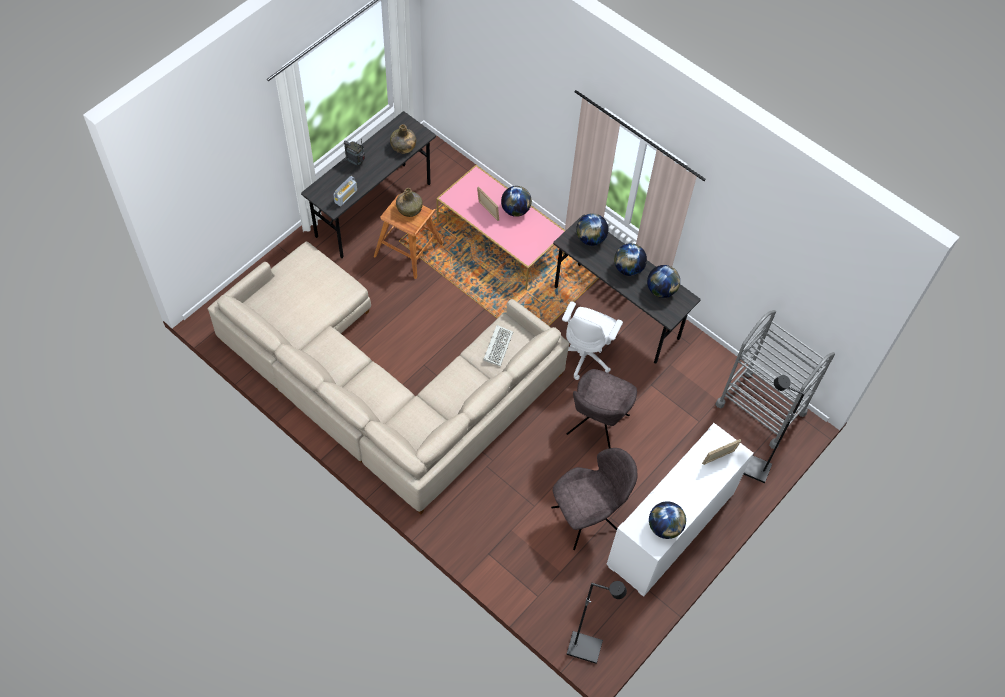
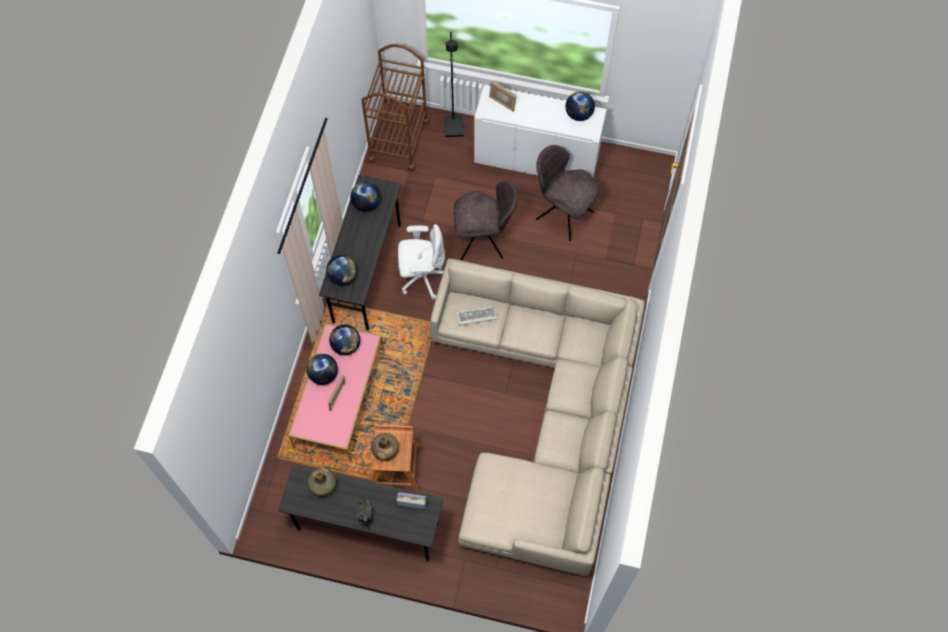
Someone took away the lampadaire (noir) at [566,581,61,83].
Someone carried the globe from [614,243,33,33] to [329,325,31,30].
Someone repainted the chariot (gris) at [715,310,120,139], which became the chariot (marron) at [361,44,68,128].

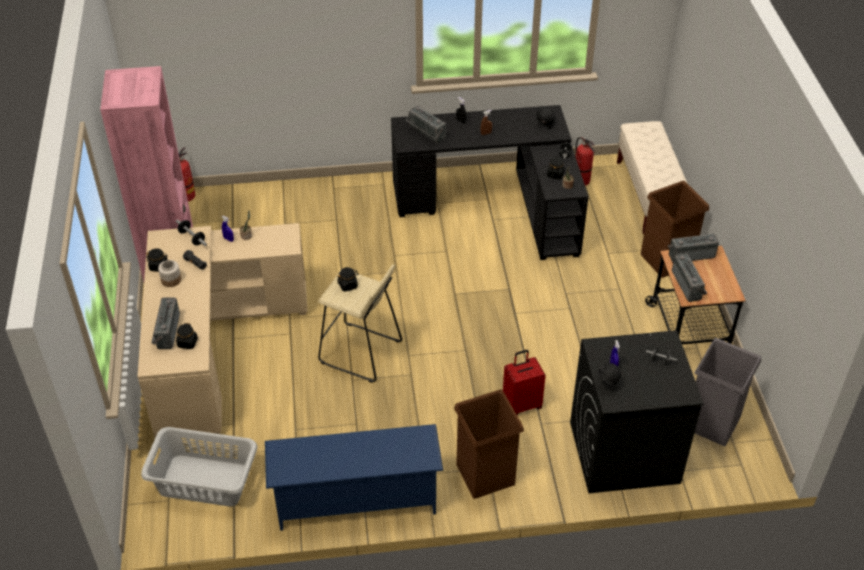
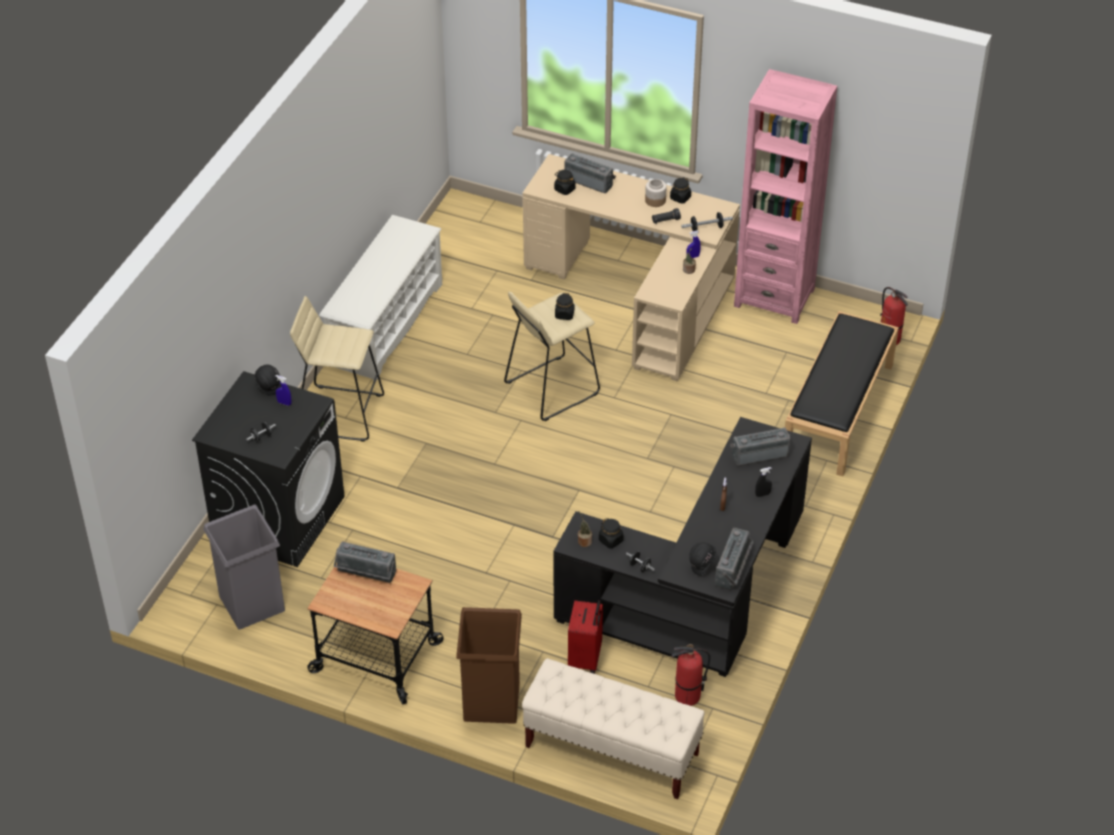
Someone took away the panier à linge (gris) at [141,427,116,79].
Someone repainted the étagère à chaussures (bleu) at [265,424,178,107], which became the étagère à chaussures (blanc) at [319,215,123,166].
Someone swapped the poubelle (marron) at [454,389,70,110] for the tabouret (beige) at [290,296,94,145].
Someone carried the valise (rouge) from [503,350,43,65] to [568,600,35,74].
Someone carried the radio from [668,233,51,29] to [715,528,39,62].
Someone put down the banc (noir) at [785,311,114,165].

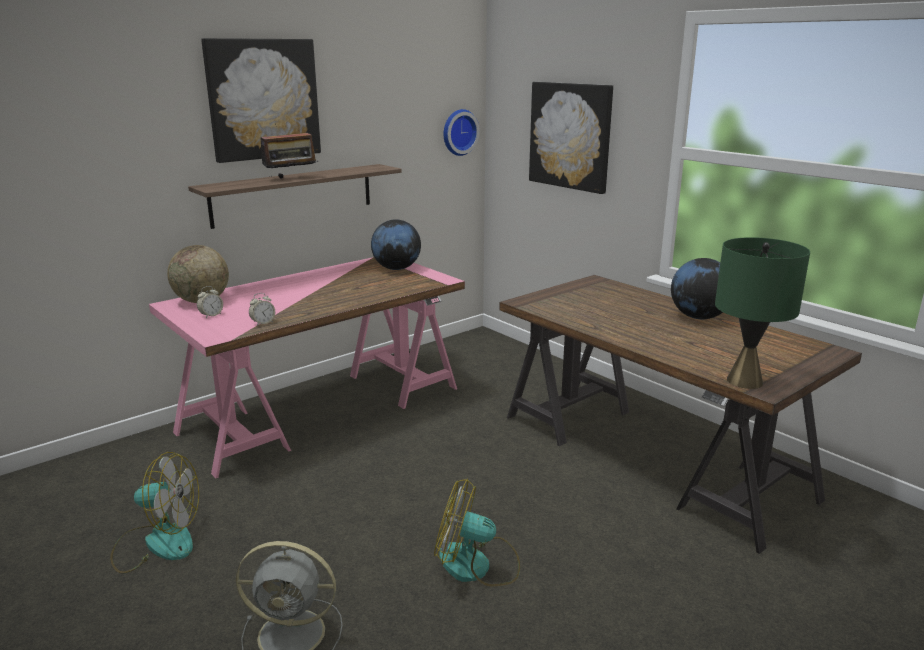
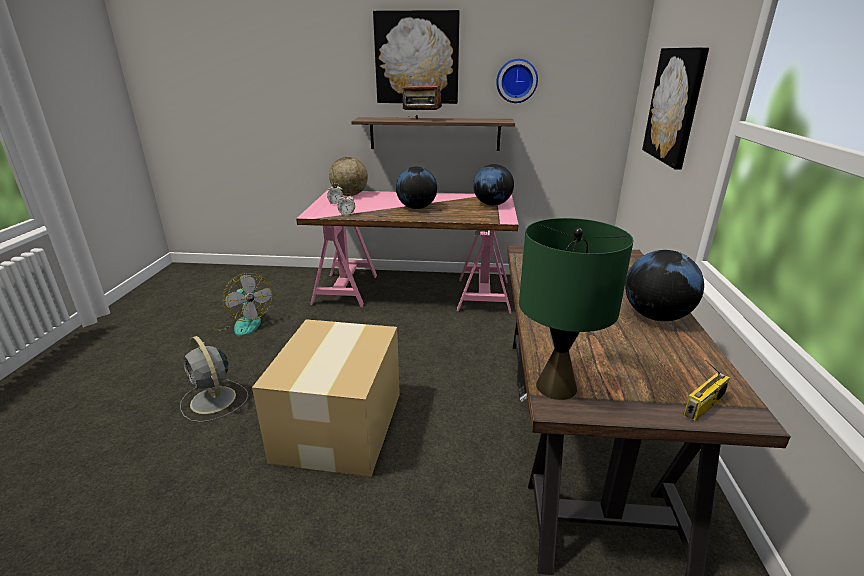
Someone swapped the ventilateur at [434,479,86,108] for the carton at [252,319,148,158].
Someone carried the horloge murale from [444,109,36,47] to [496,59,42,44].
Someone put down the globe at [396,167,41,42].
Someone put down the radio at [683,360,47,61].

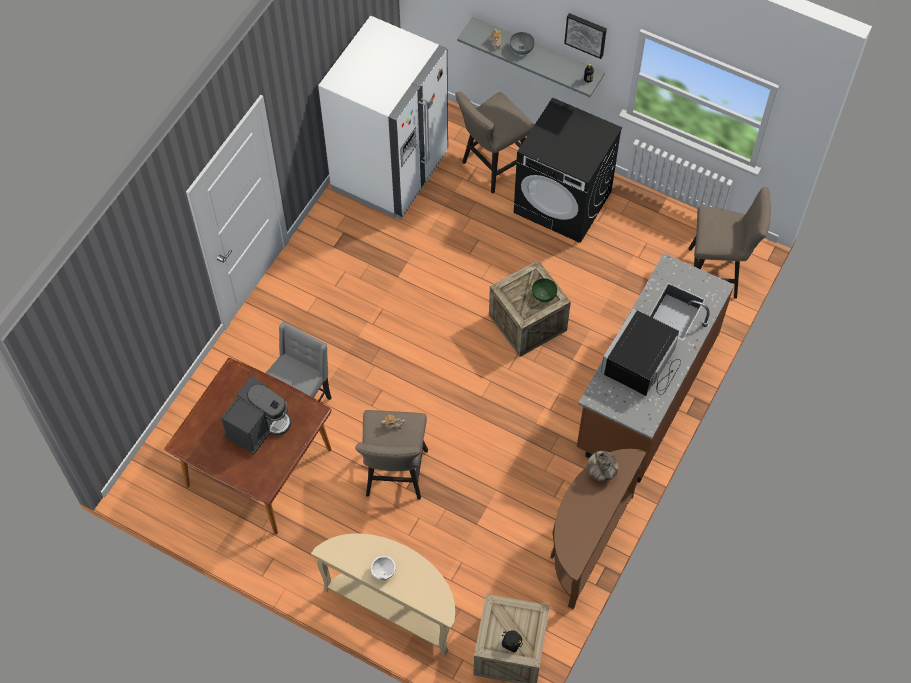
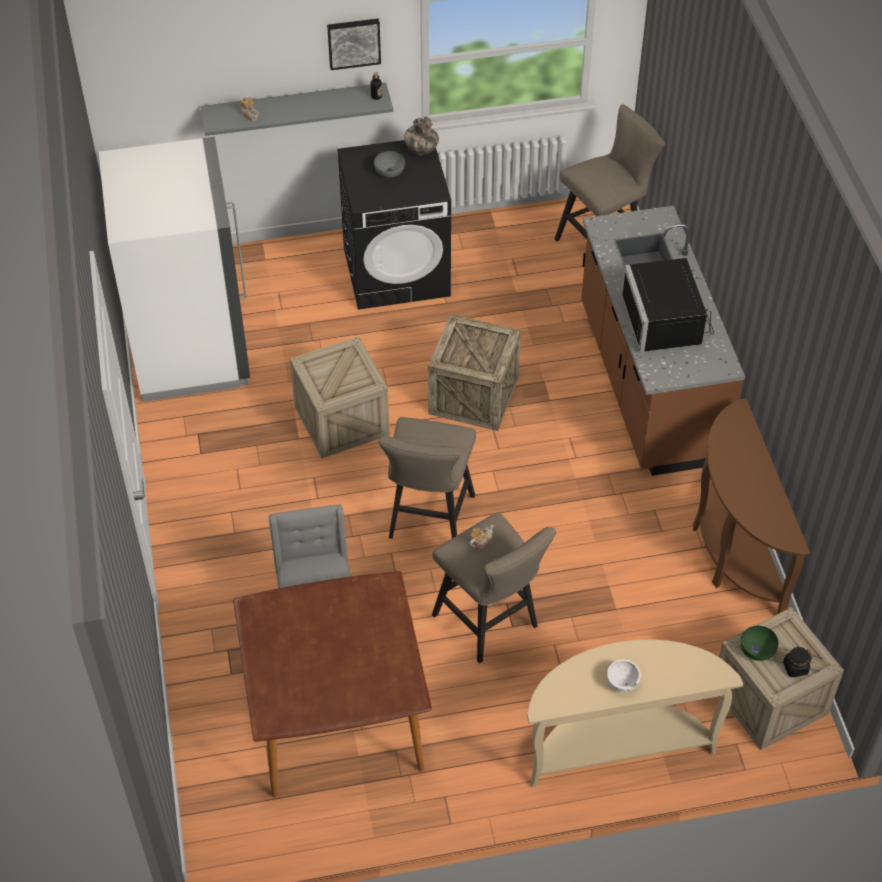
Someone took away the machine à café at [221,376,70,79].
Someone carried the tabouret (beige) from [455,91,79,103] to [378,417,98,122].
Someone carried the bol (gris) from [510,32,24,23] to [374,151,31,27].
Someone carried the bol (vert) from [532,278,25,24] to [741,626,37,35].
Someone carried the vase from [587,451,32,31] to [404,117,35,39].
Someone put down the caisse at [290,336,100,123].

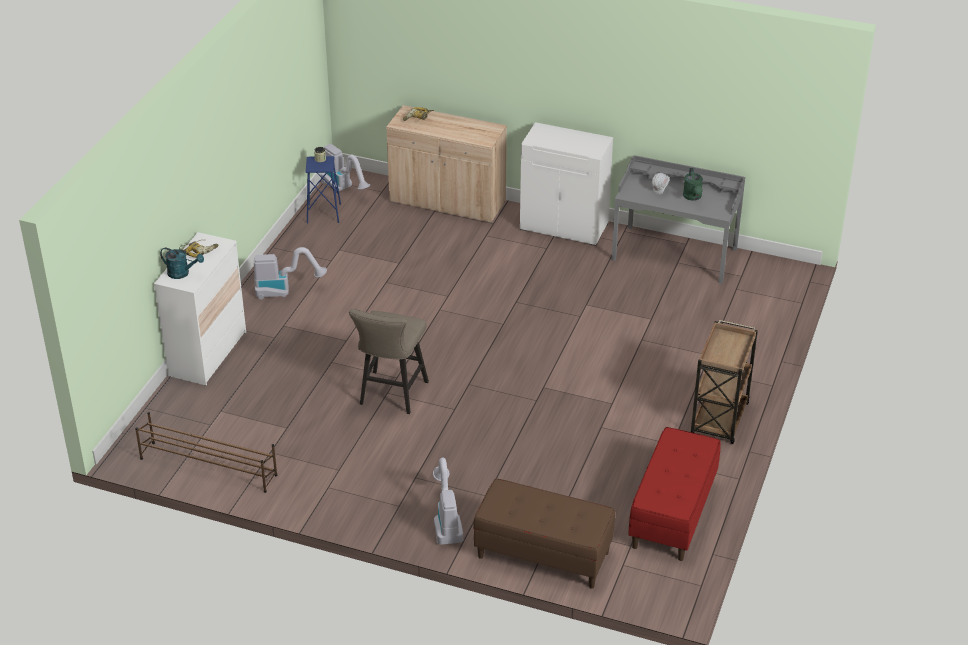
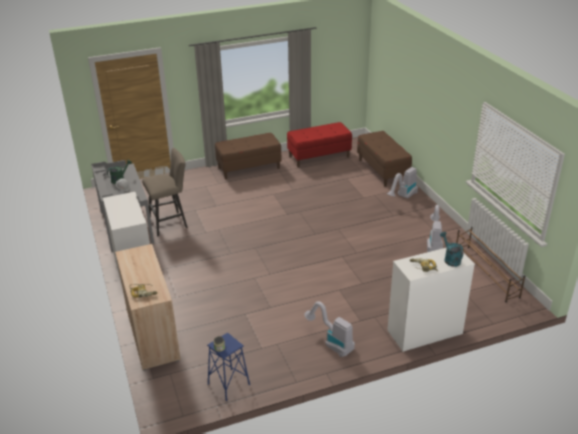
Someone carried the aspirateur from [321,144,49,47] to [427,205,16,47].
Someone carried the tabouret (beige) from [349,308,80,106] to [142,148,46,89].
Someone swapped the chariot (marron) at [691,320,67,124] for the banc (marron) at [215,133,67,46].

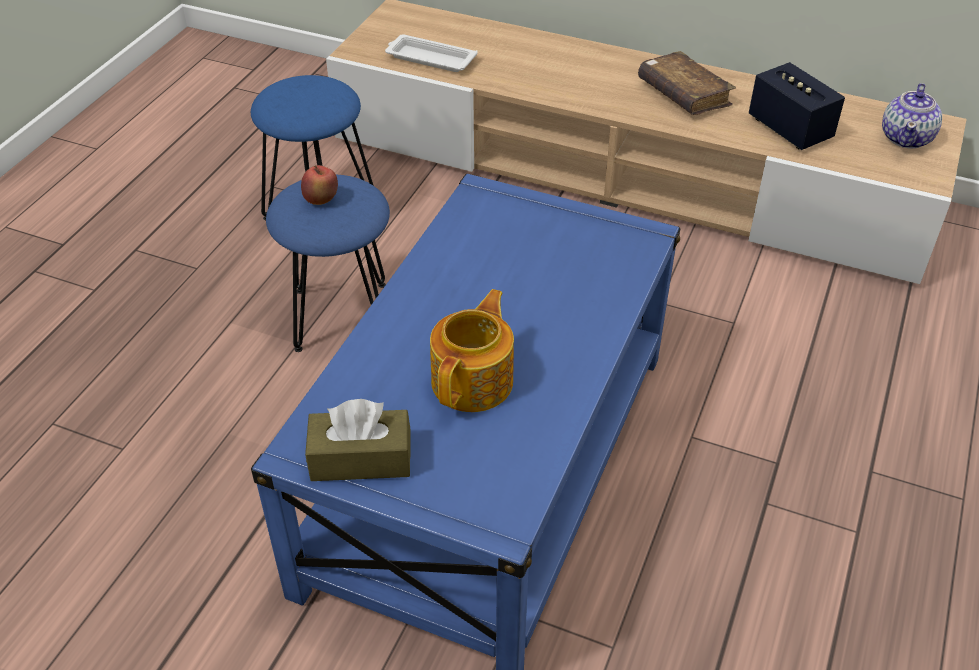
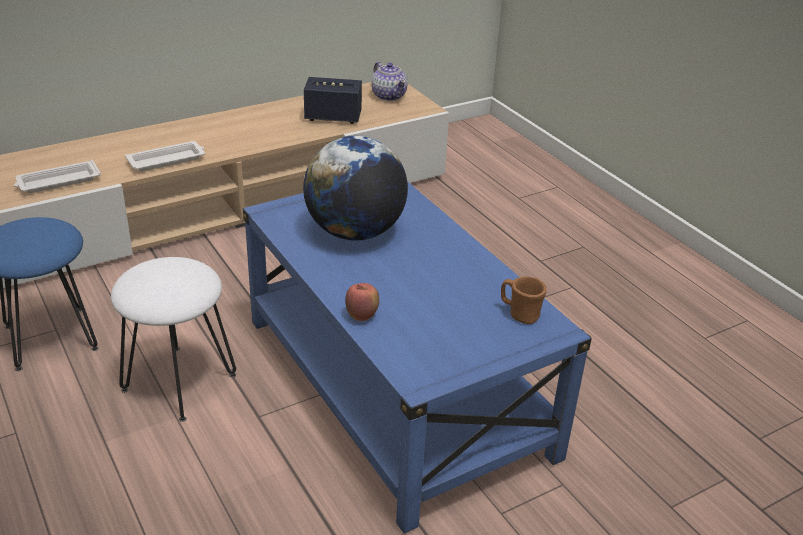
Someone repainted the tabouret (bleu) at [266,175,124,177], which became the tabouret (blanc) at [111,257,125,165].
Someone carried the pomme from [301,165,37,40] to [345,283,34,38].
Someone took away the boîte à mouchoirs (marron) at [305,399,106,82].
Someone took away the théière at [430,289,84,123].
Someone took away the livre (marron) at [638,51,98,64].
Someone put down the plateau (blanc) at [125,141,80,30].
Someone put down the globe at [303,136,105,105].
Someone put down the mug (marron) at [501,276,45,48].

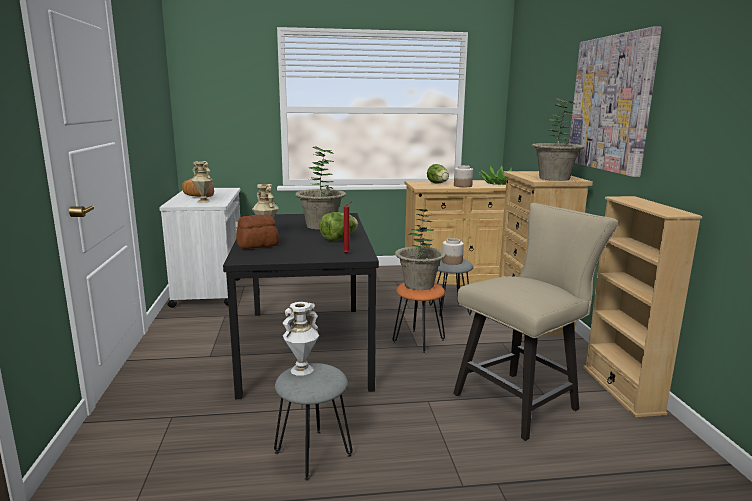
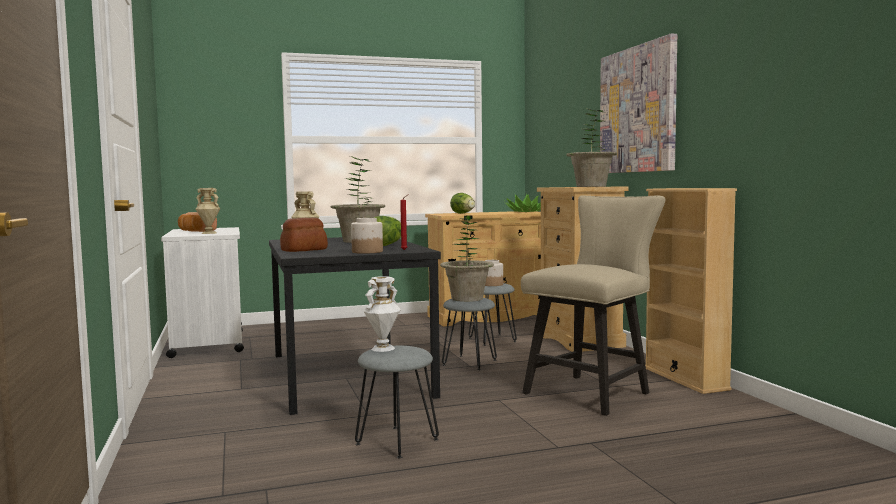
Someone repainted the tabouret (orange) at [393,283,52,70], which became the tabouret (gris) at [442,298,55,72].
Someone carried the bocal from [454,165,19,22] to [351,218,32,36].

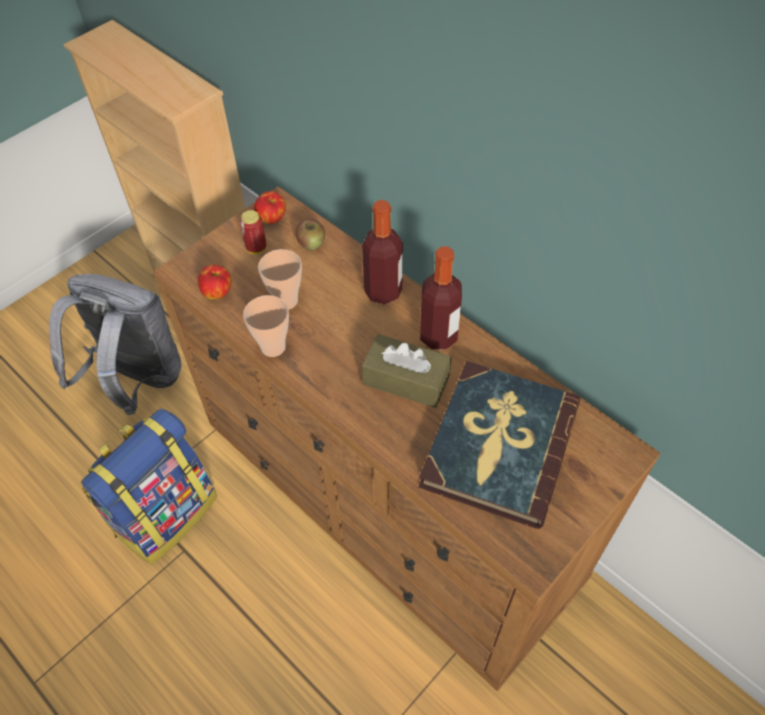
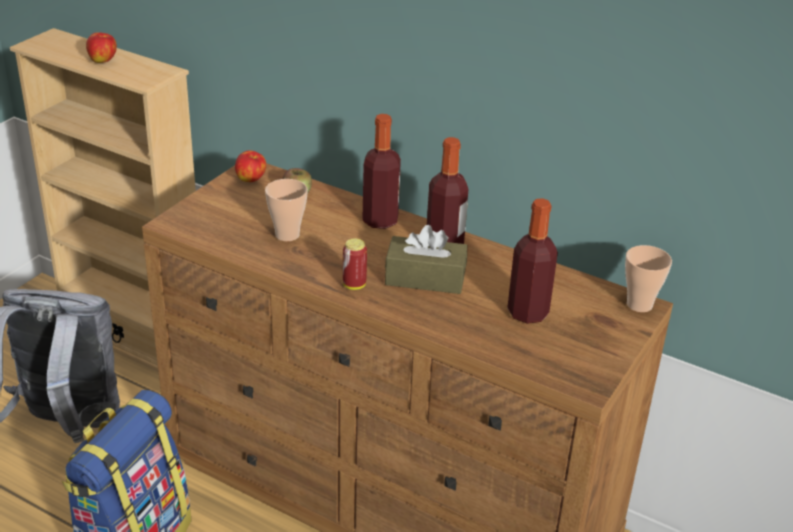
Someone carried the pomme from [198,265,33,35] to [86,32,31,31].
Someone carried the boîte métallique from [240,210,27,44] to [343,238,24,52].
Someone carried the tasse from [243,295,46,62] to [625,245,47,67].
Someone swapped the livre at [419,361,161,168] for the bouteille at [507,198,51,126].

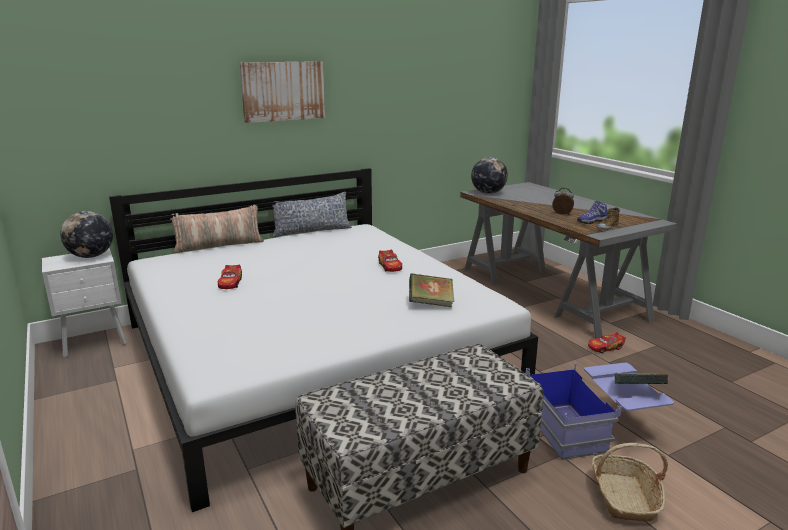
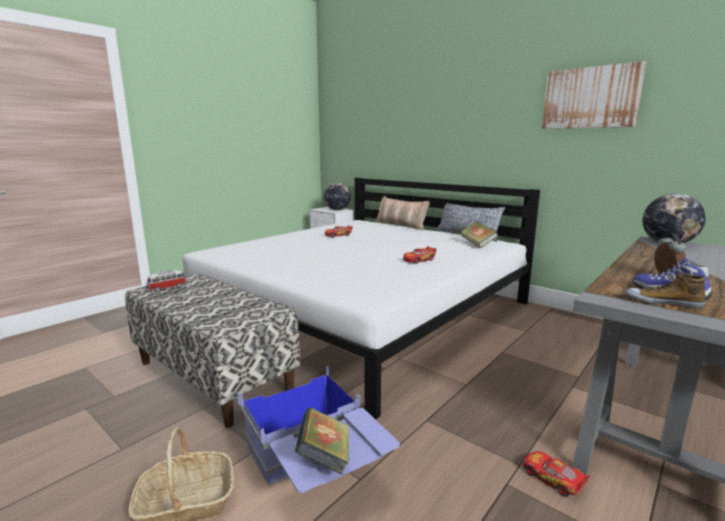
Someone carried the tableau from [239,61,86,62] to [542,61,104,68].
Someone carried the livre from [409,273,45,34] to [461,222,37,26].
Someone put down the petite voiture at [146,270,40,22].

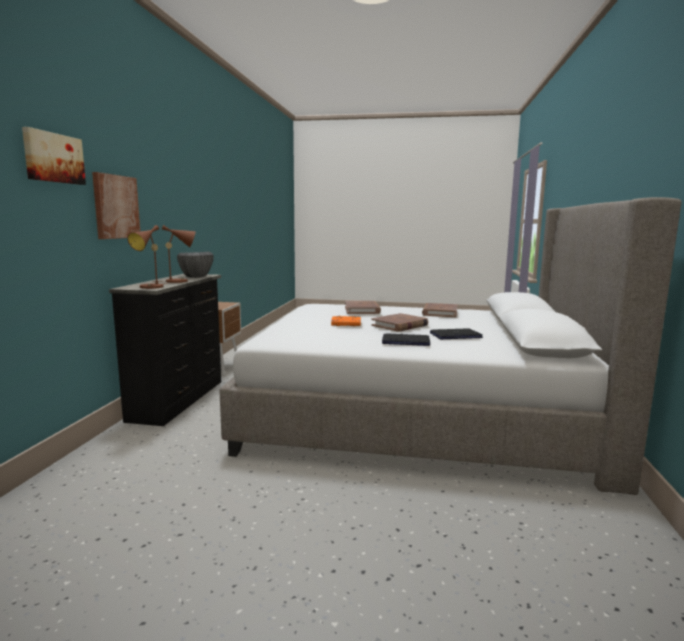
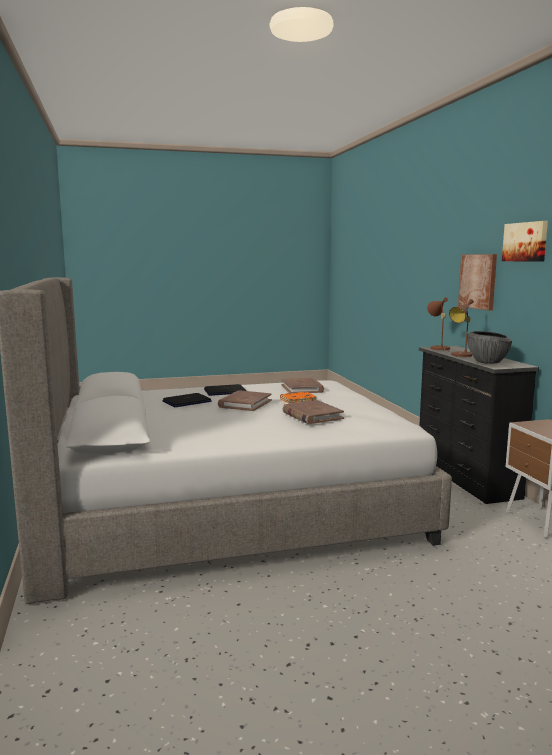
Someone carried the tableau from [22,127,64,58] to [502,221,46,41].
Someone carried the livre (marron) from [422,303,35,14] to [282,378,42,15].

